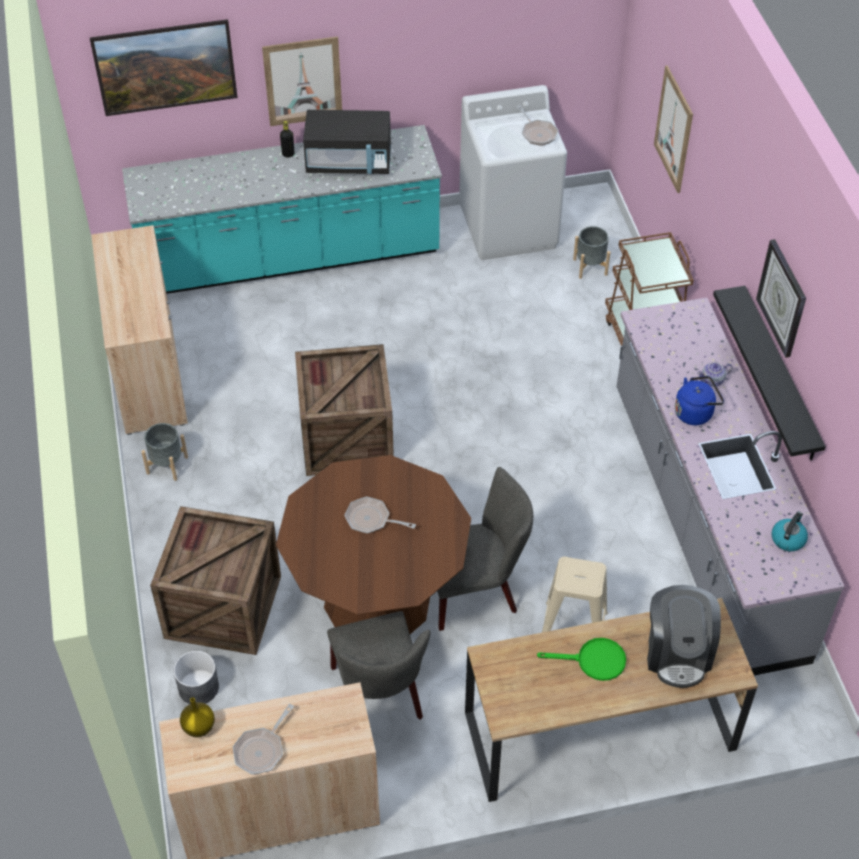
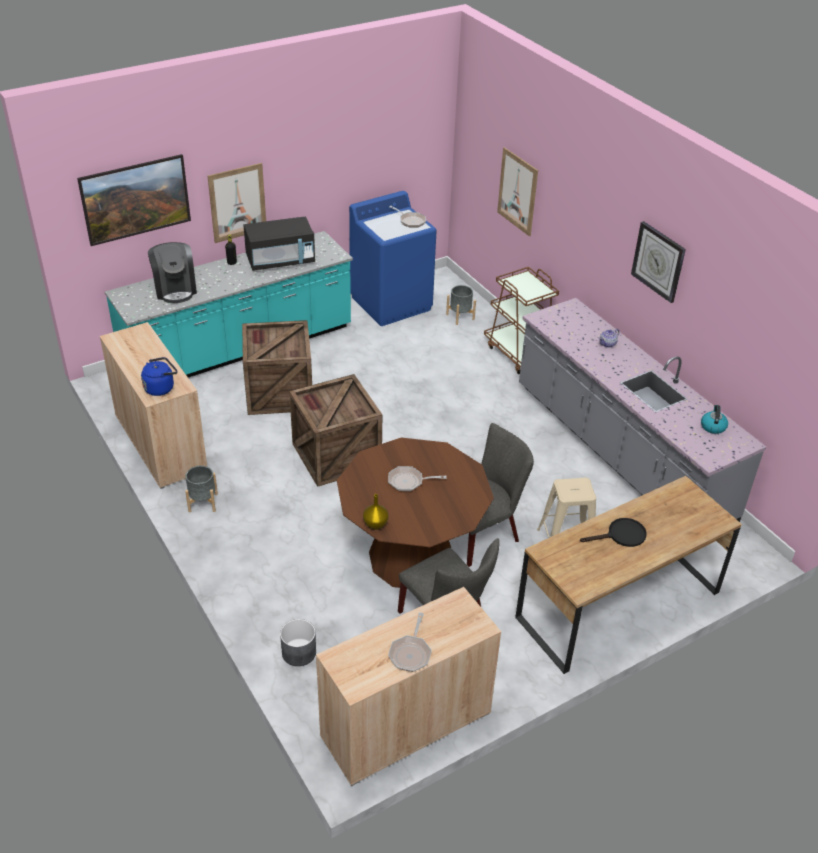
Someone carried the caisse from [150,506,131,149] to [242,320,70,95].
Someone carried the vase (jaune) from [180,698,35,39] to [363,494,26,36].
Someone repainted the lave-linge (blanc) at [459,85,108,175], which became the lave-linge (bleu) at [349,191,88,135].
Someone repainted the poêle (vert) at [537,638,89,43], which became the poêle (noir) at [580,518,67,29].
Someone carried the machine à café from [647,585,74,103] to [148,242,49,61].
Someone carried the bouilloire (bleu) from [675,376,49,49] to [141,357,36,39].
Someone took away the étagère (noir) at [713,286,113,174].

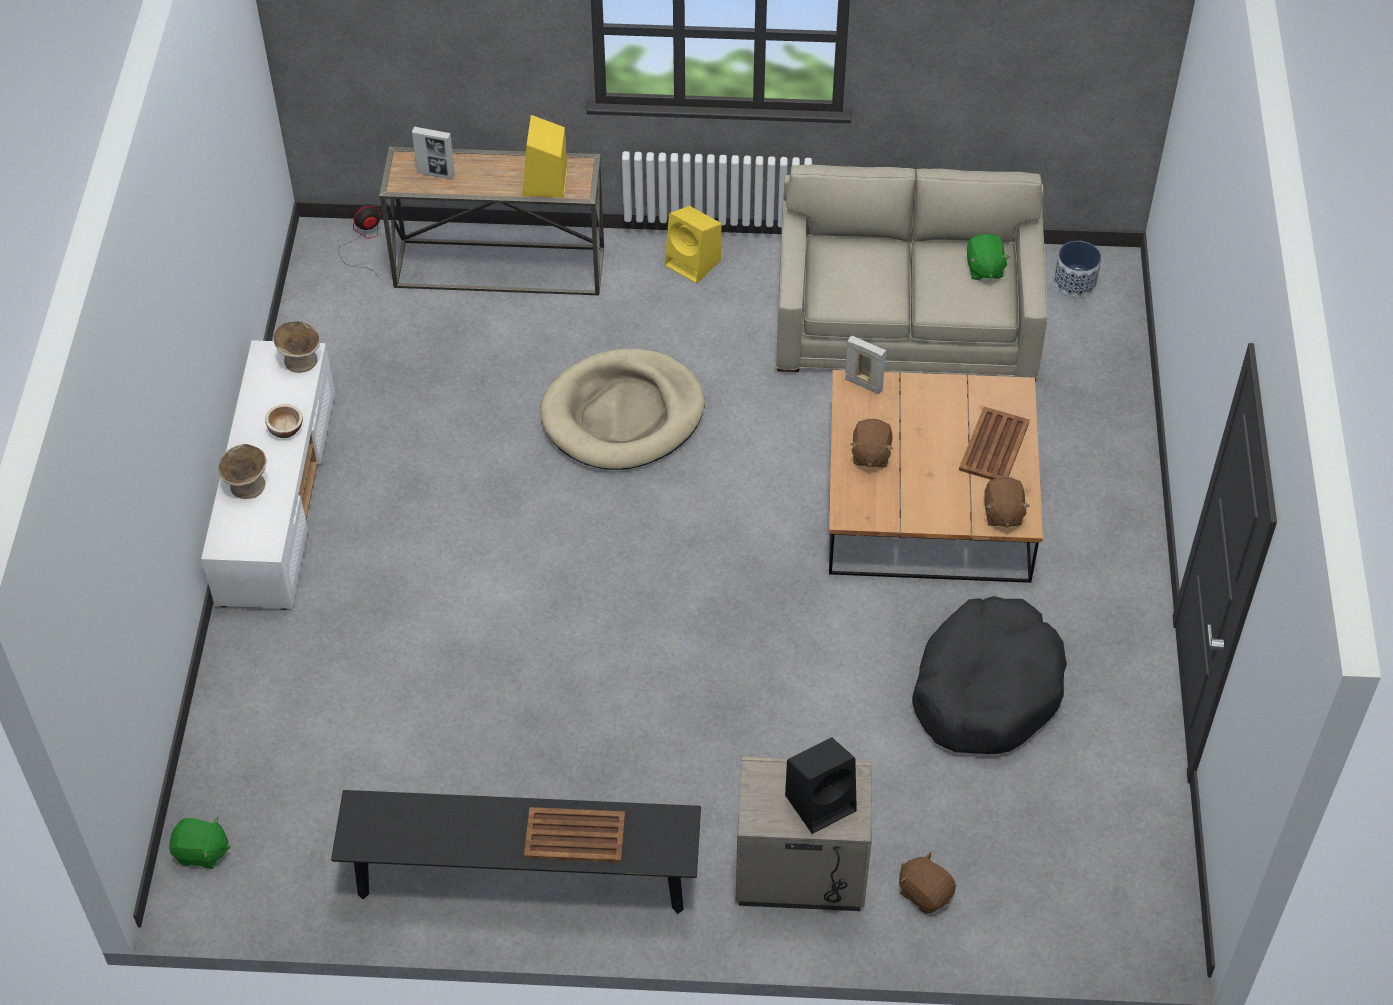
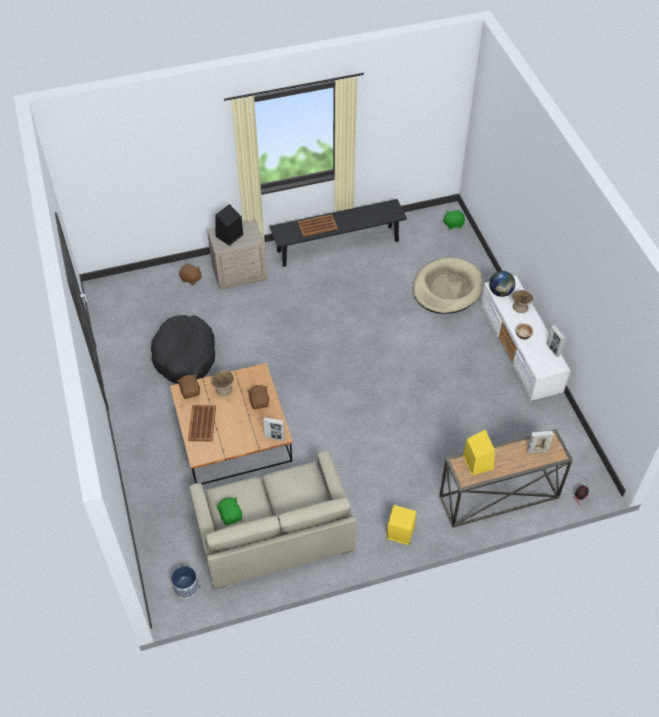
Someone carried the bol (beige) from [273,321,47,52] to [211,370,23,26].
Someone carried the panier pour chien (beige) from [540,349,165,121] to [413,257,70,57].
Someone put down the globe at [489,271,26,26].
Someone put down the cadre photo at [546,325,19,32].

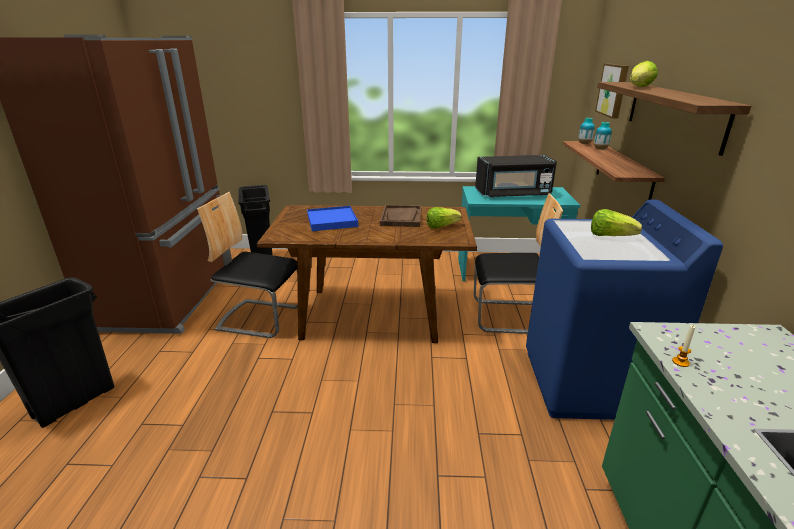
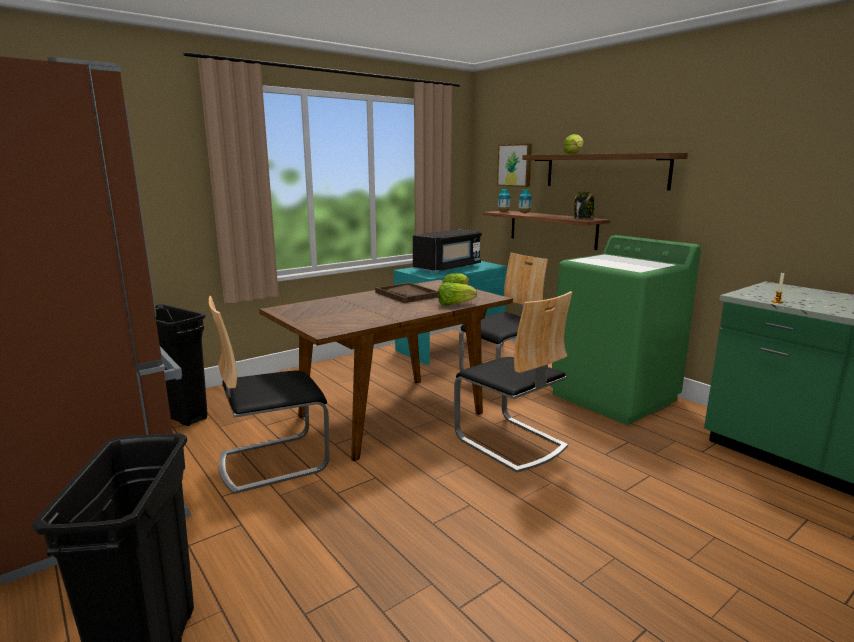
Someone took away the plateau (bleu) at [307,206,51,25].
Someone repainted the lave-linge (bleu) at [526,199,197,221], which became the lave-linge (vert) at [551,235,150,190].
Someone carried the laitue from [591,209,51,27] to [438,282,39,24].
Someone put down the chaise at [454,291,118,182].
Someone put down the bocal at [574,192,20,27].

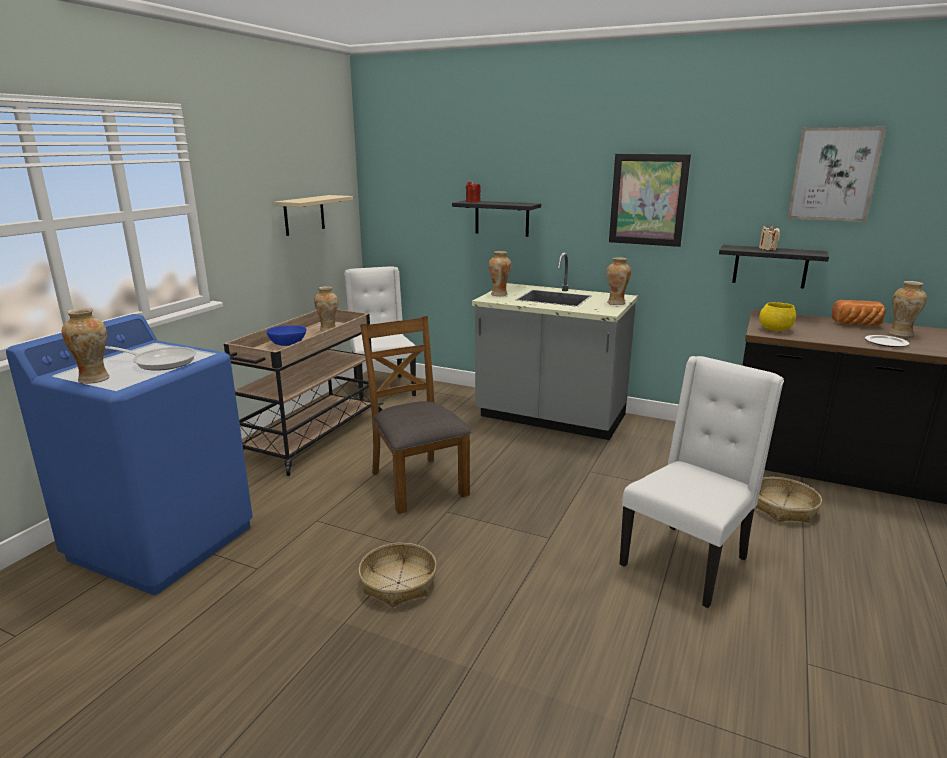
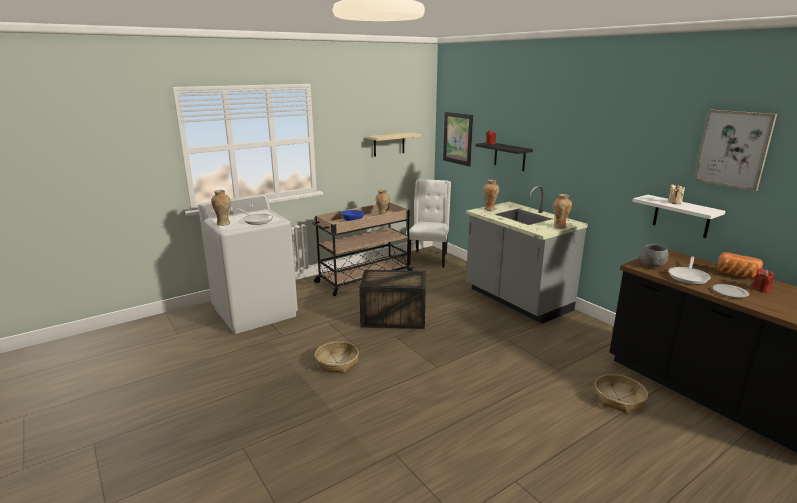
Someone repainted the lave-linge (bleu) at [6,314,247,281], which became the lave-linge (blanc) at [198,194,100,140].
Someone swapped the chaise (marron) at [360,316,111,198] for the caisse at [359,270,67,59].
Someone carried the tableau from [609,154,82,93] to [443,112,30,54].
Someone took away the chaise (blanc) at [620,356,164,252].
Someone repainted the étagère (noir) at [719,245,110,44], which became the étagère (blanc) at [632,195,94,43].
Someone repainted the bol (jaune) at [759,302,37,29], which became the bol (gris) at [639,244,30,24].
Someone swapped the vase at [889,281,38,56] for the bougie (rouge) at [752,268,23,25].
Someone put down the poêle at [668,257,43,27].

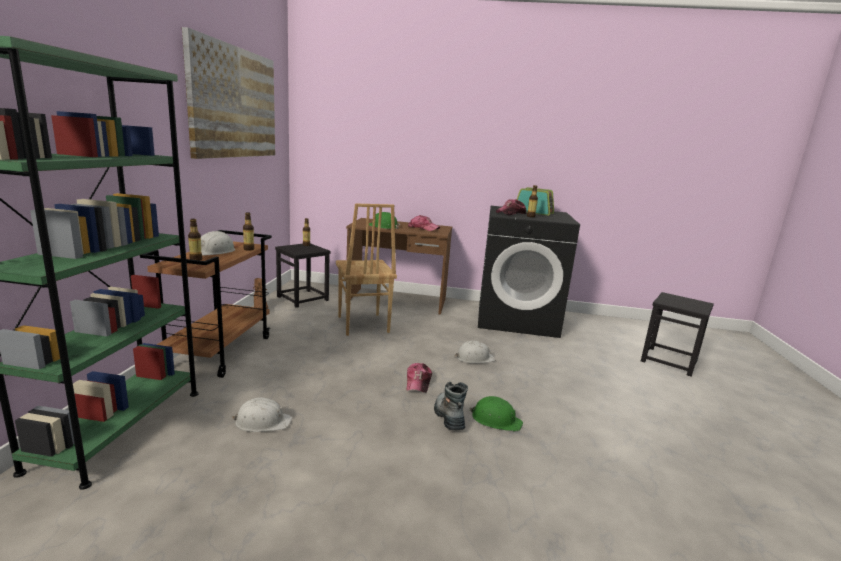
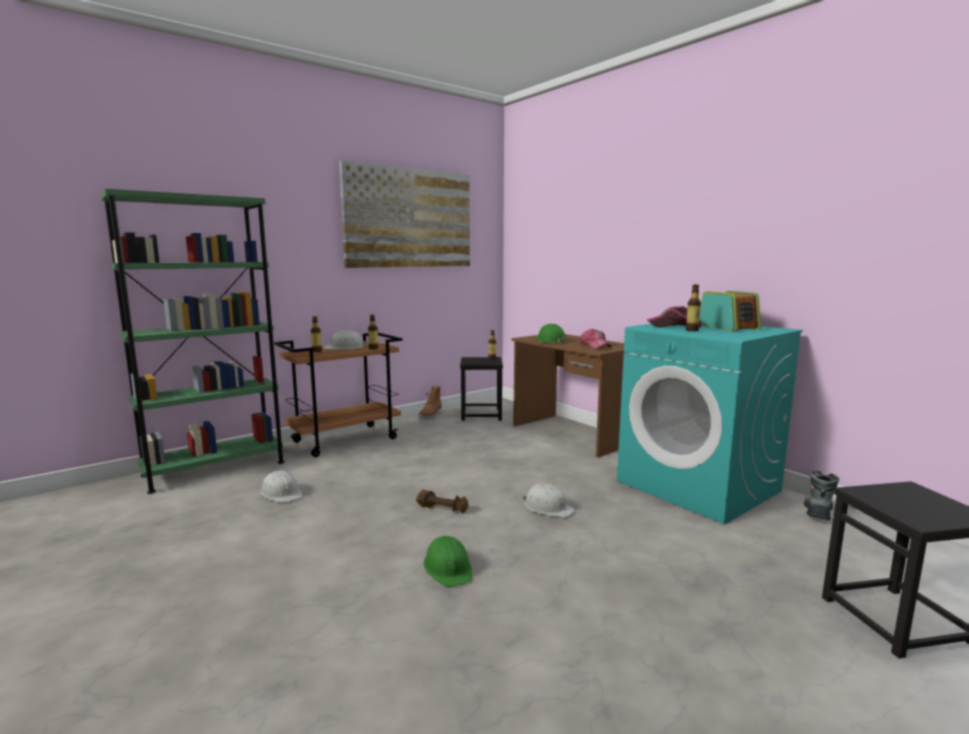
Someone took away the chaise (marron) at [336,203,61,133].
Someone swapped the casquette at [407,363,25,30] for the haltère (marron) at [416,490,53,23].
Someone carried the botte from [434,382,34,48] to [804,470,35,50].
Someone repainted the lave-linge (noir) at [478,206,102,132], which became the lave-linge (turquoise) at [617,324,186,200].

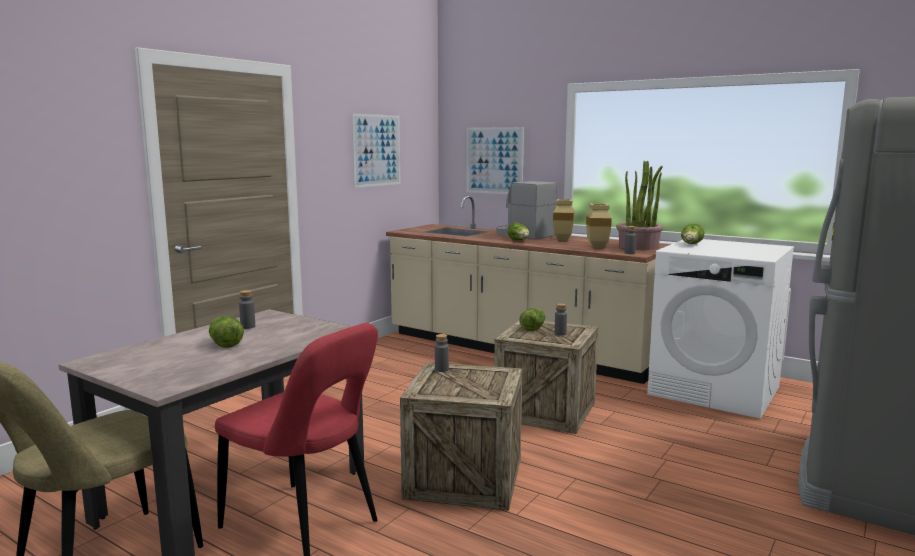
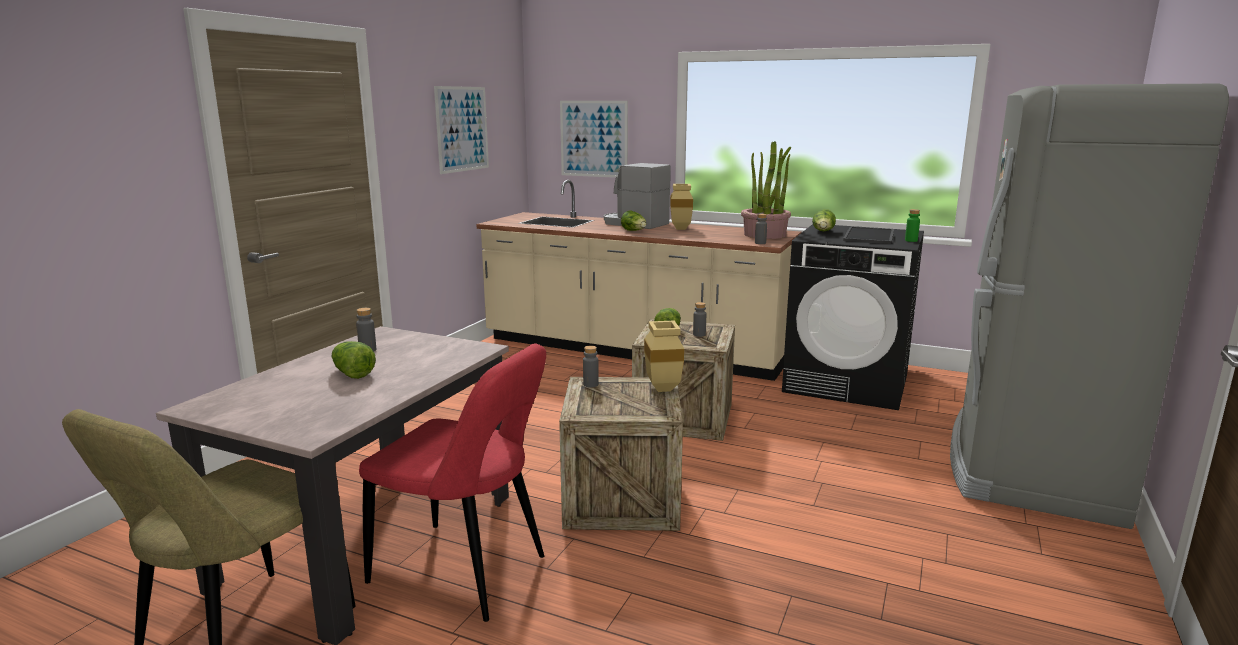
Someone carried the vase (beige) from [586,204,26,44] to [644,321,40,71].
Someone repainted the lave-linge (blanc) at [647,239,147,180], which became the lave-linge (noir) at [782,224,142,186].
Someone put down the plateau at [843,227,51,17].
Someone put down the bouteille (vert) at [905,209,15,33].

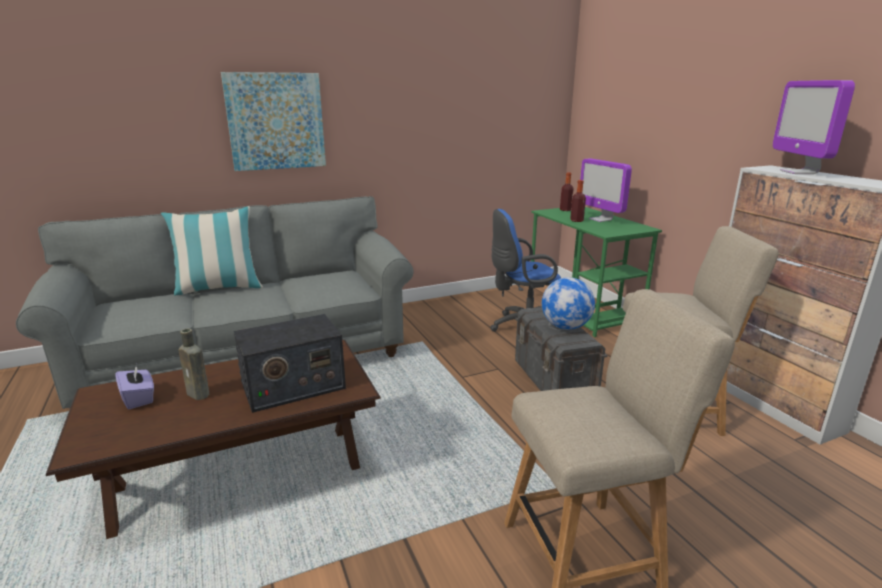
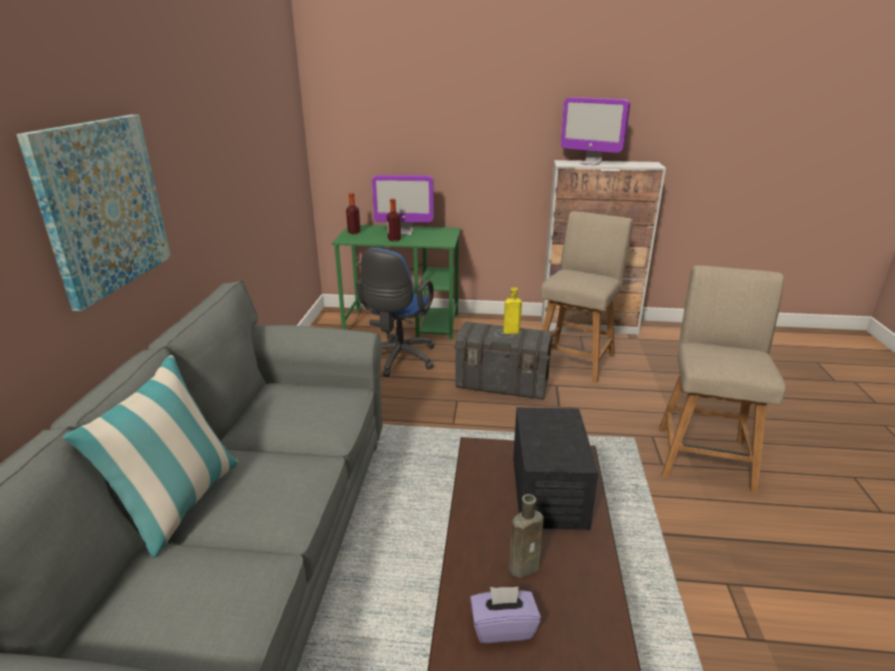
Someone swapped the globe at [542,277,53,53] for the bouteille (jaune) at [503,287,19,47].

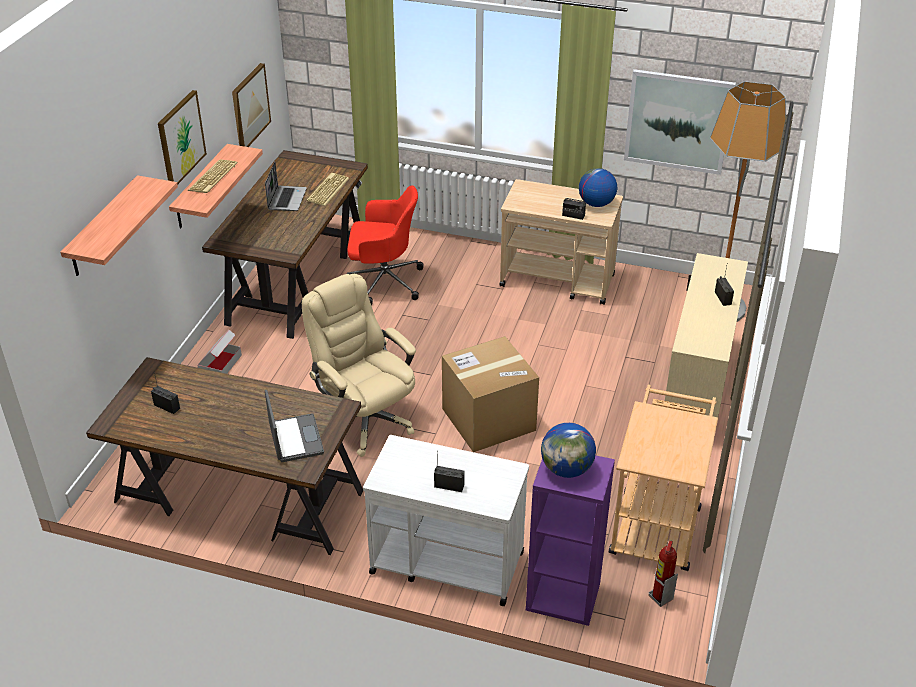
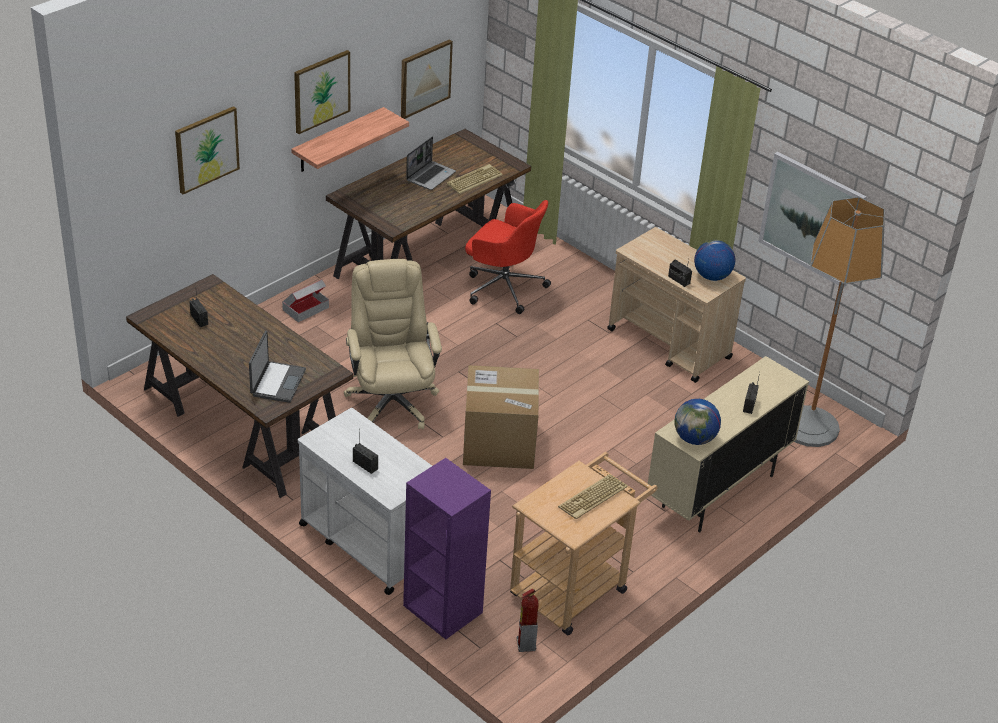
Someone swapped the étagère at [61,175,117,101] for the tableau at [175,106,65,88].
Someone carried the clavier from [188,159,50,34] to [558,474,69,45].
Someone carried the globe from [541,423,55,55] to [674,399,47,46].

